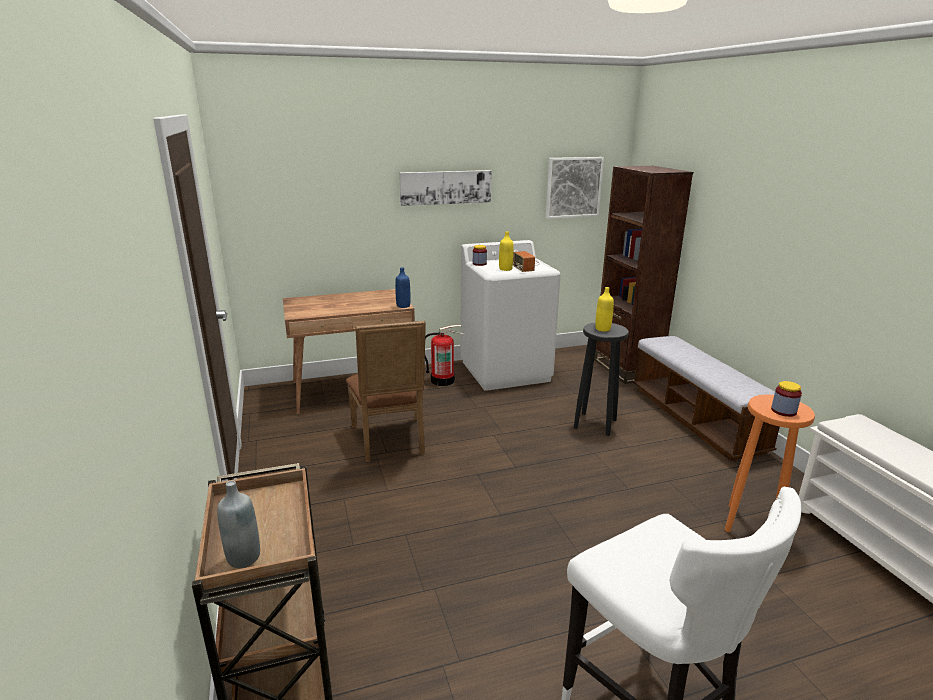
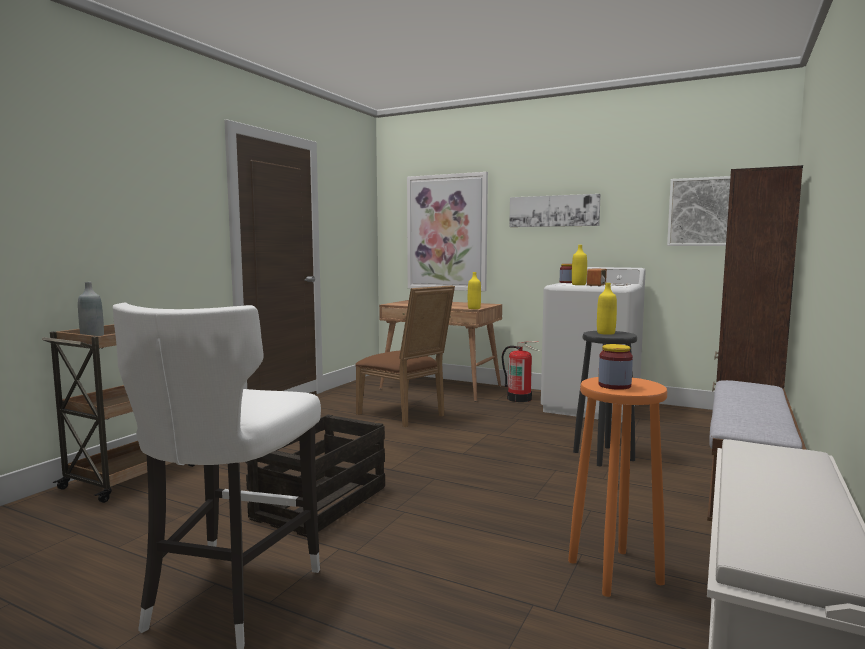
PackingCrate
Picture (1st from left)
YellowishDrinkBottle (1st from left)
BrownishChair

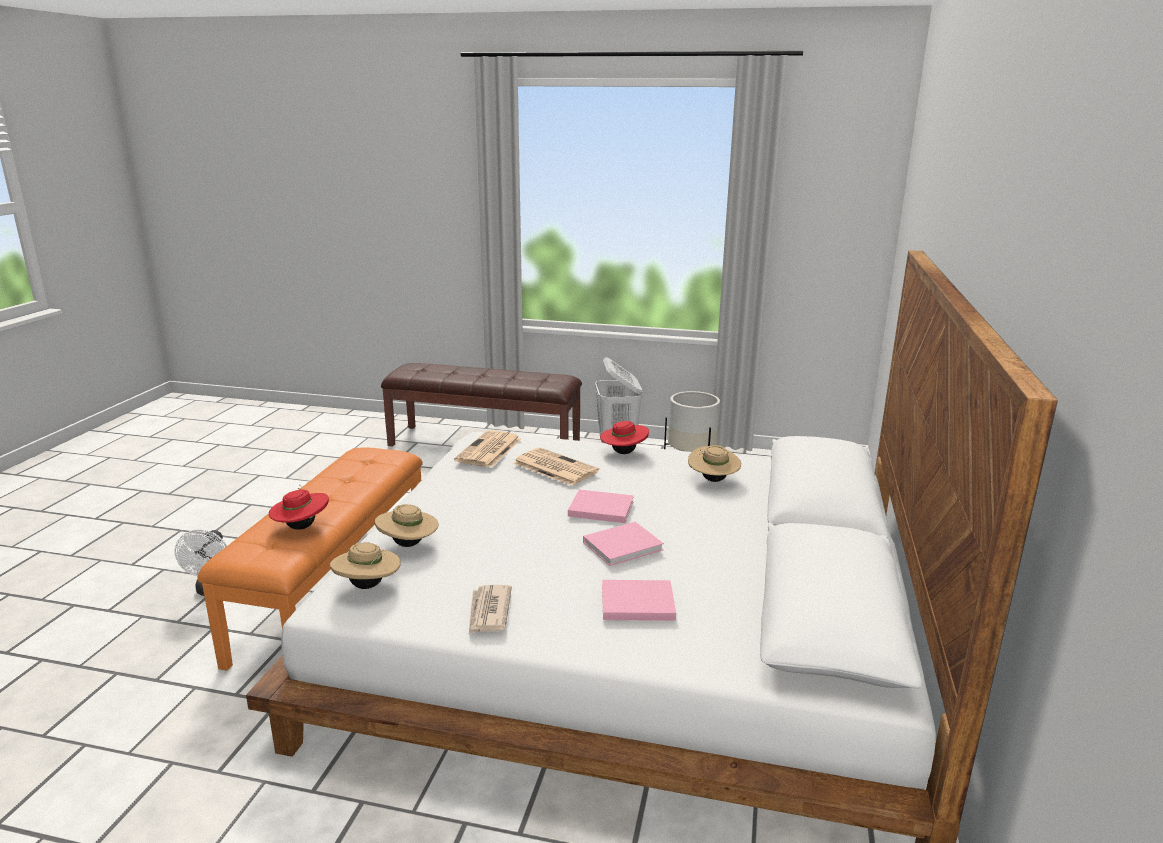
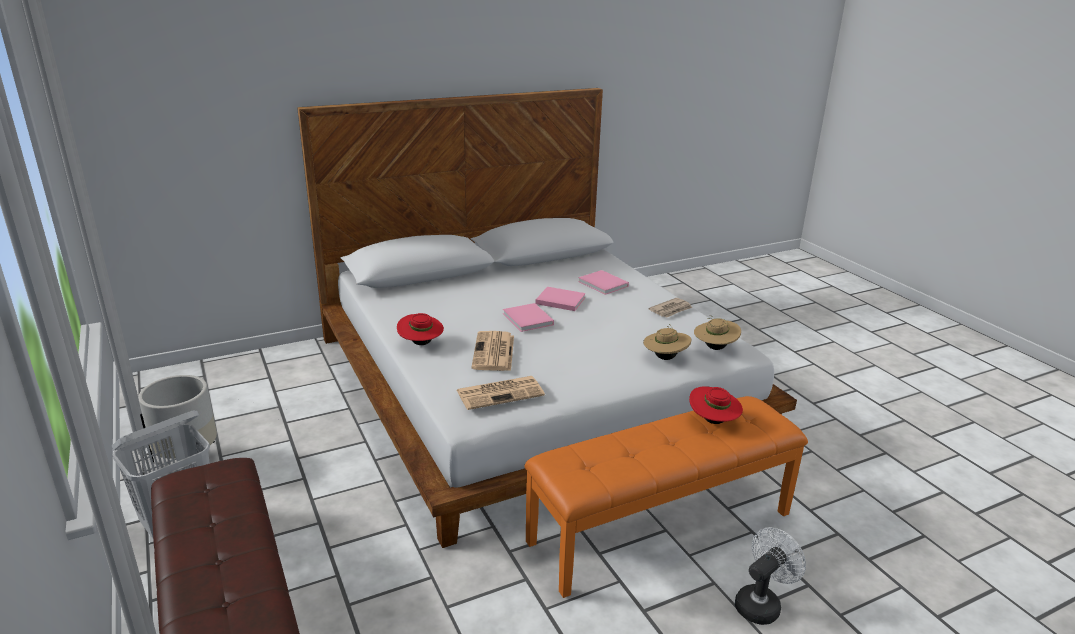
BeigeColouredHat (3rd from left in the first image)

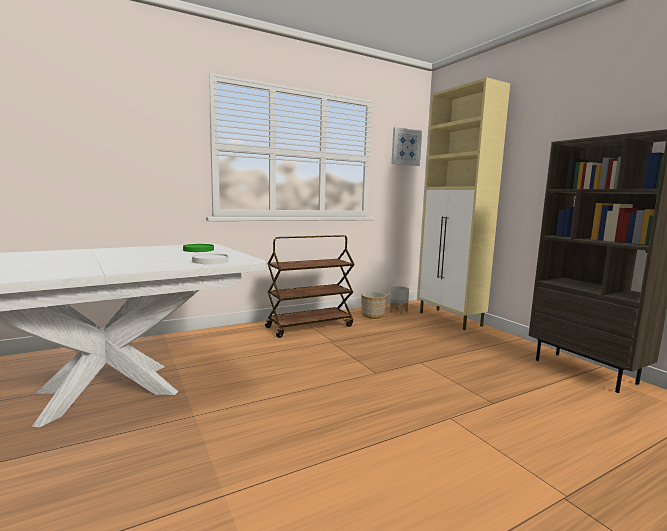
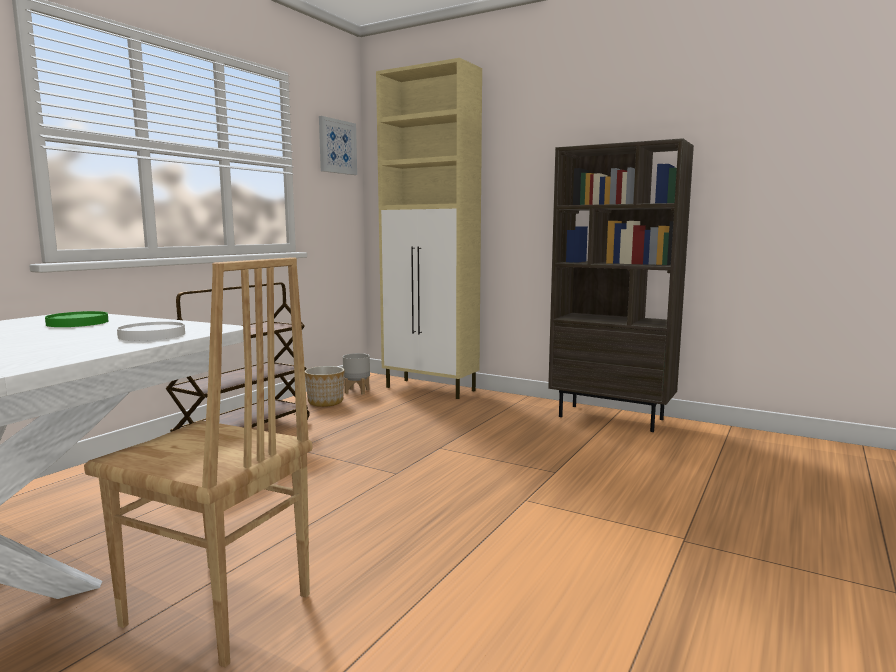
BrownishChair

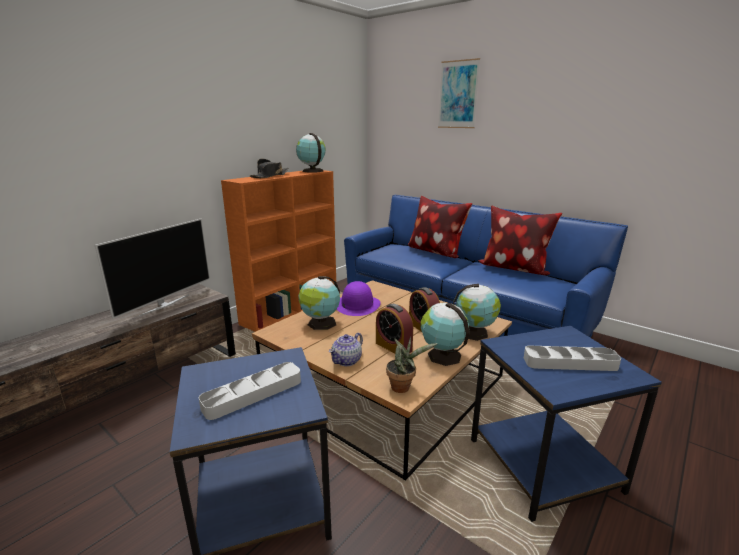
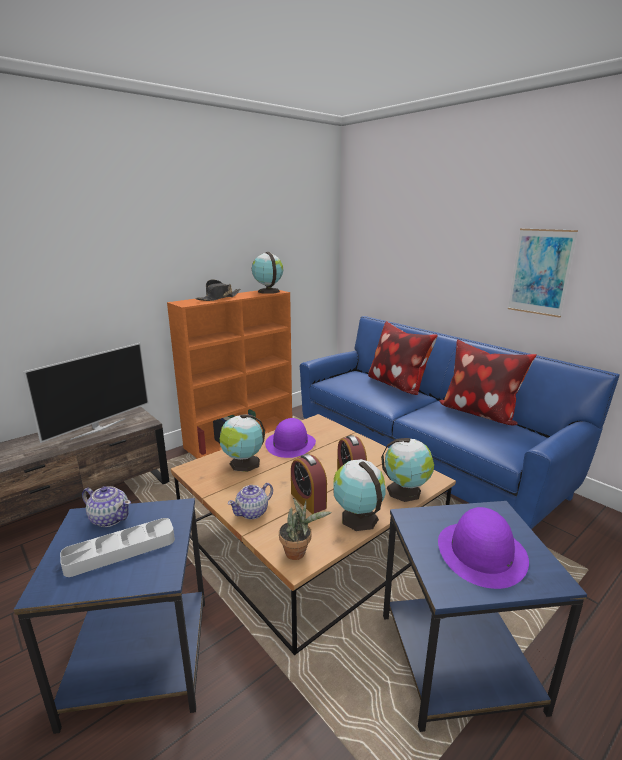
Teapot (1st from left)
Picture
PurplishHat (2nd from left)

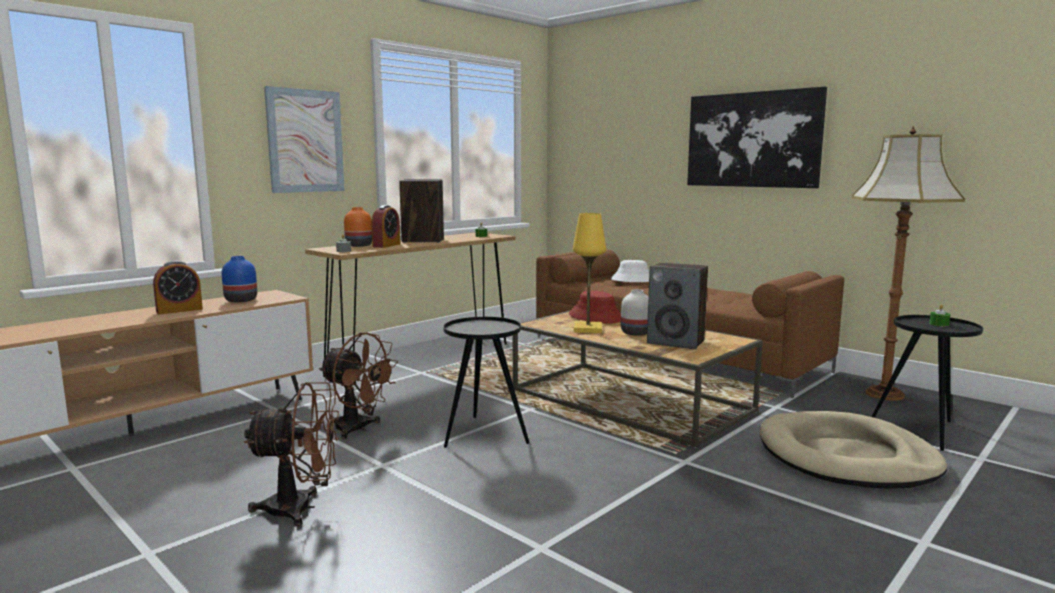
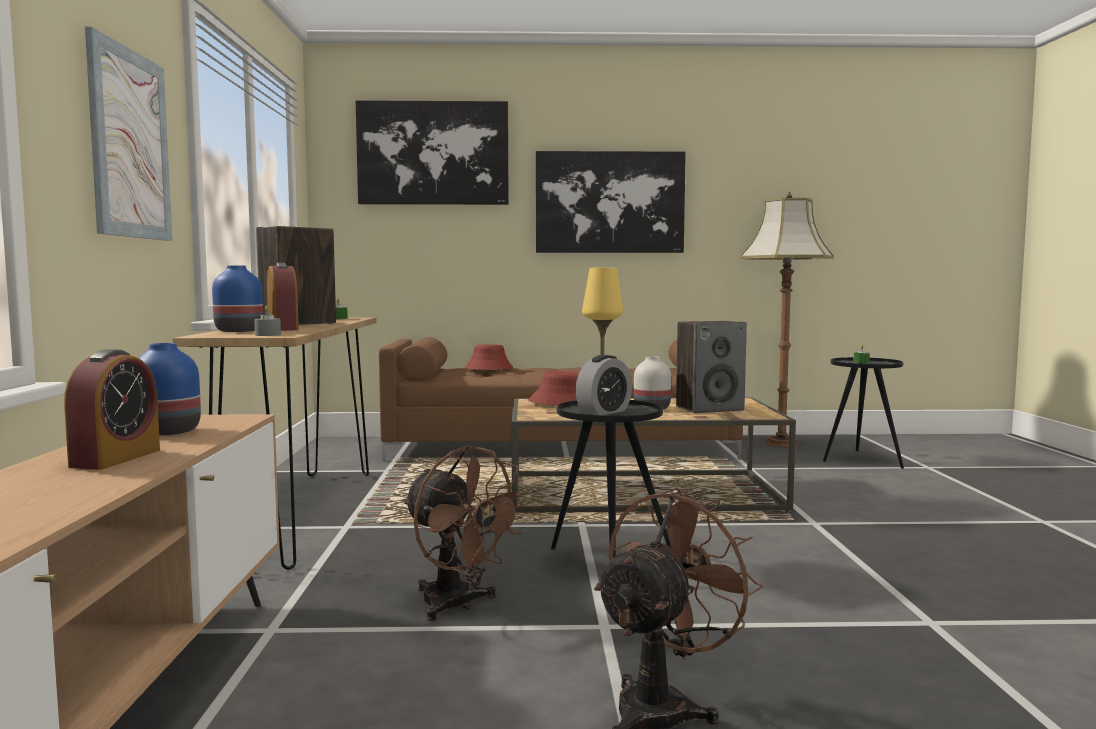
BeigeColouredDogBed
Picture (2nd from left)
TableClock (3rd from left)
BlueColouredVase (2nd from left)
RedHat (1st from left)
BrownishFan (1st from left)

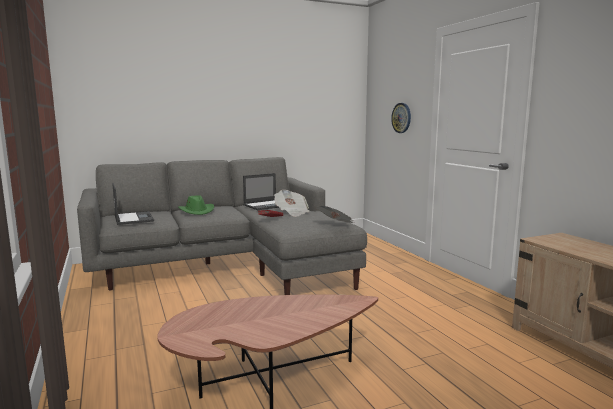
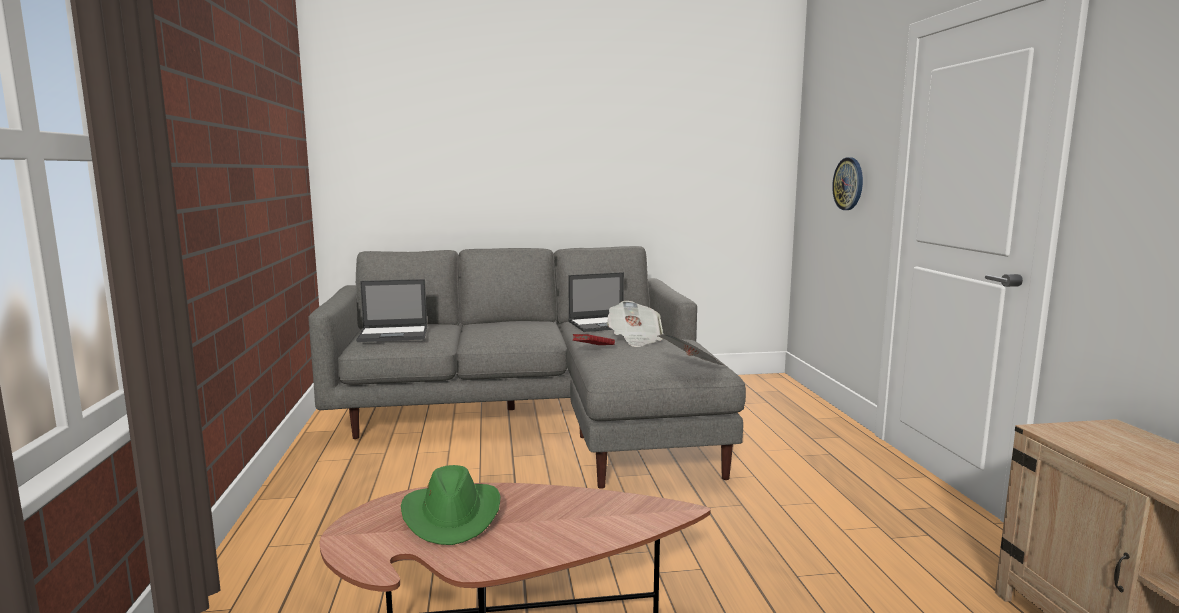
GreenishHat
NotebookComputer (1st from left)

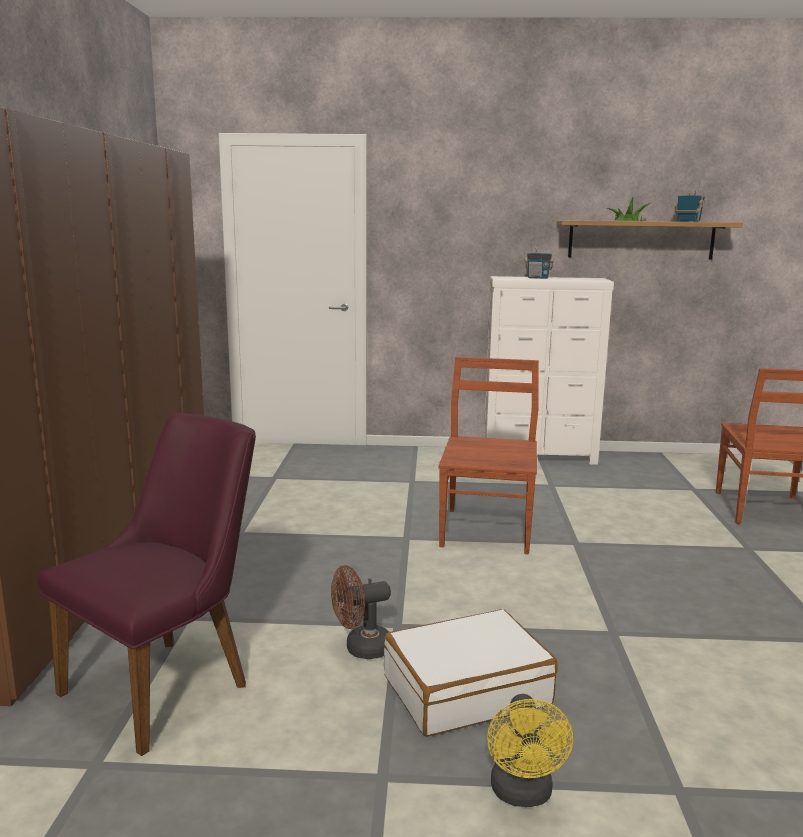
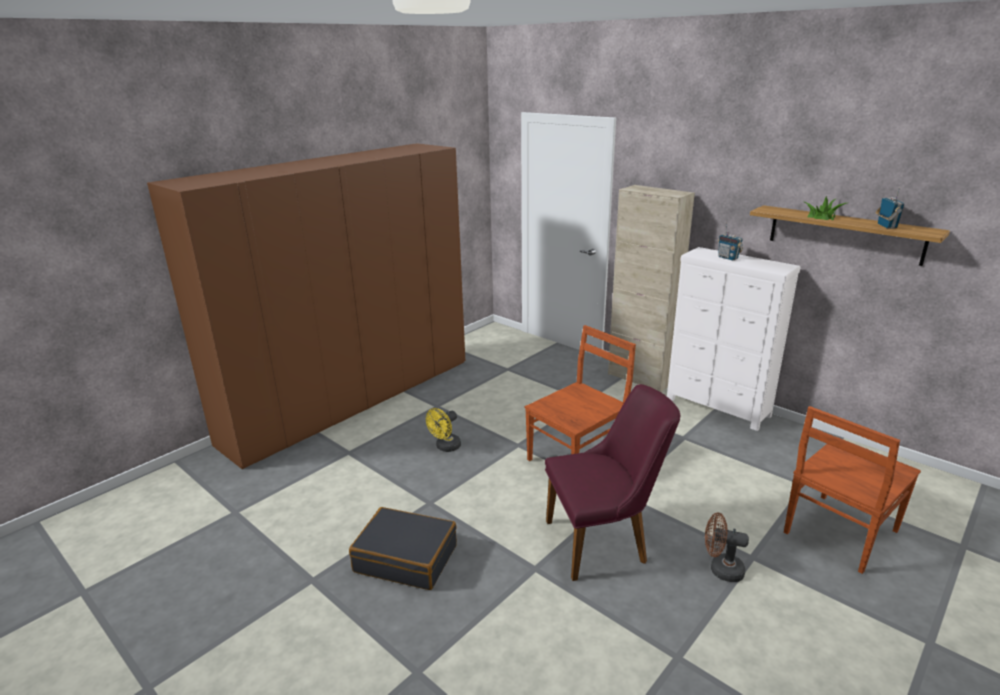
BeigeColouredCupboard
PurplishChair
BrownishFan
YellowishFan
BlackishPieceOfLuggage

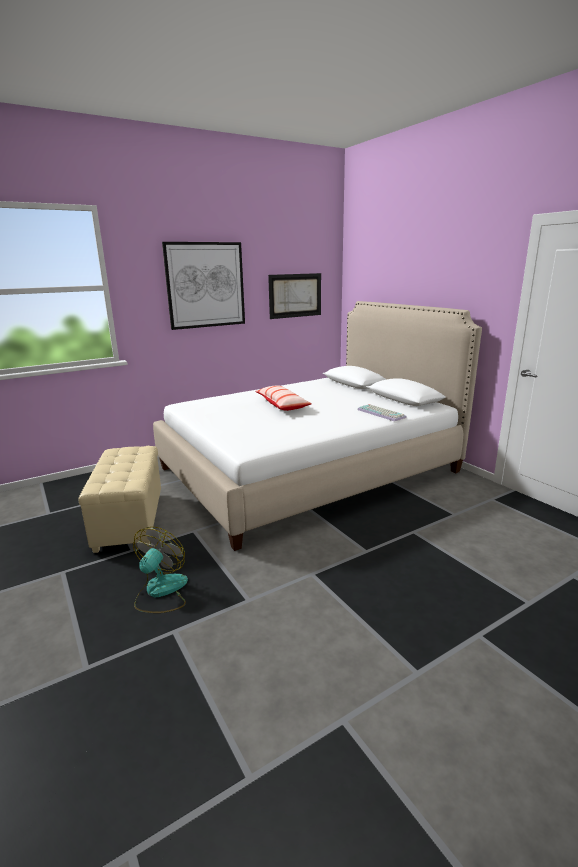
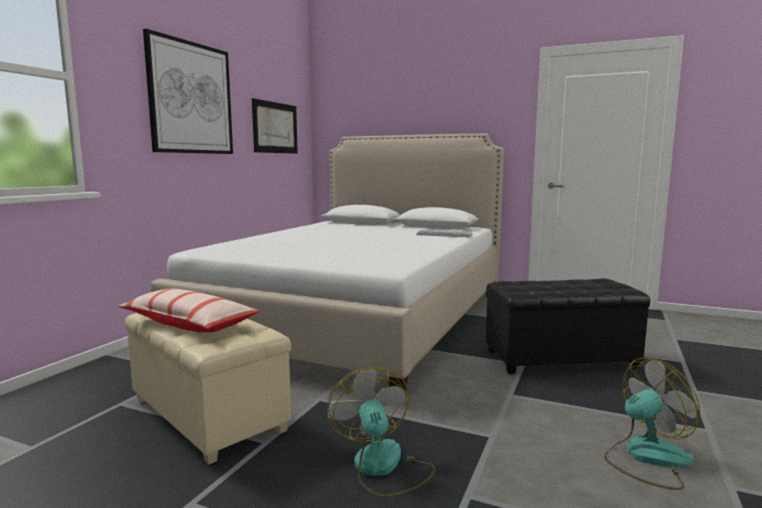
BlackishPouffe
Fan (2nd from left)
ThrowPillow

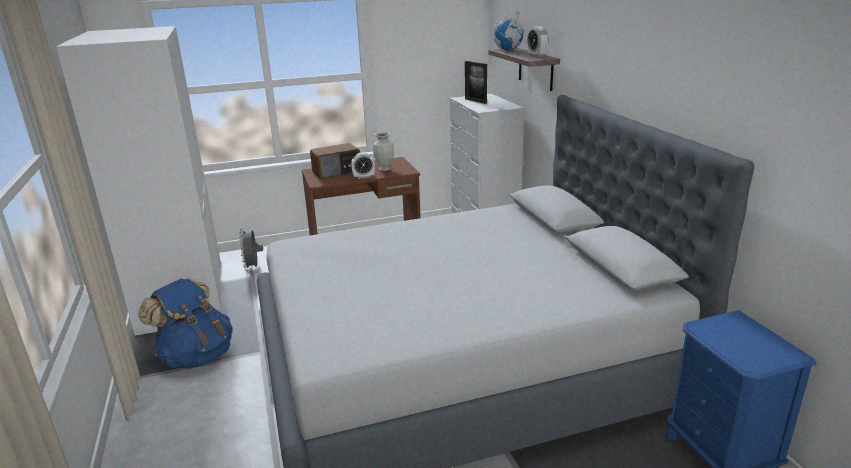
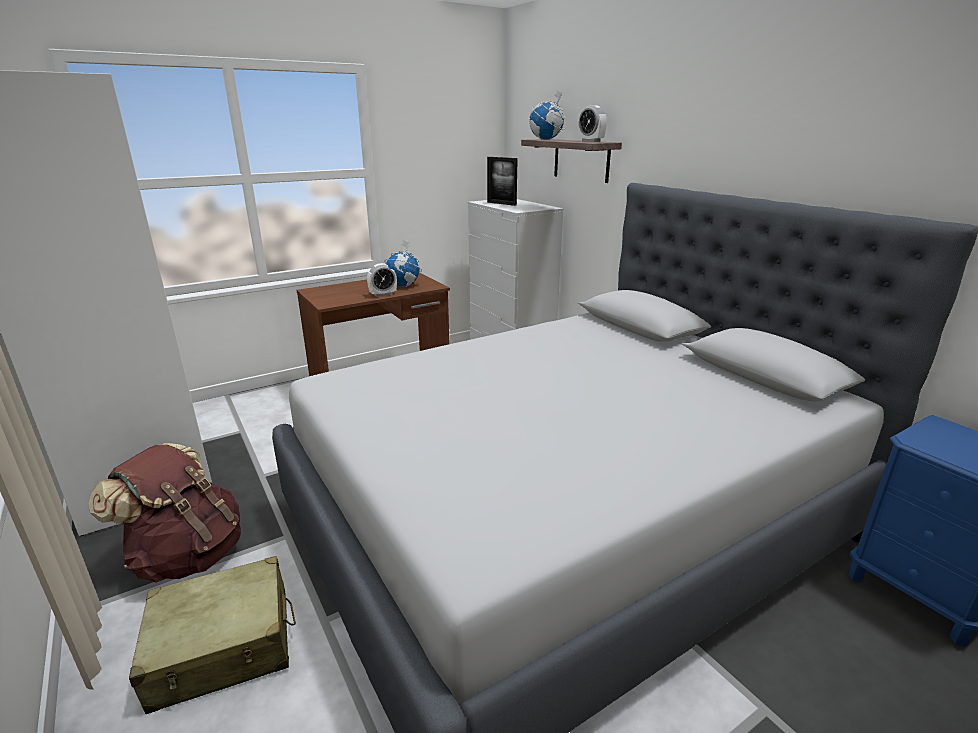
GreyFan
Radio
BeigeColouredPieceOfLuggage
WorldGlobe (1st from left)
BrownishKnapsack

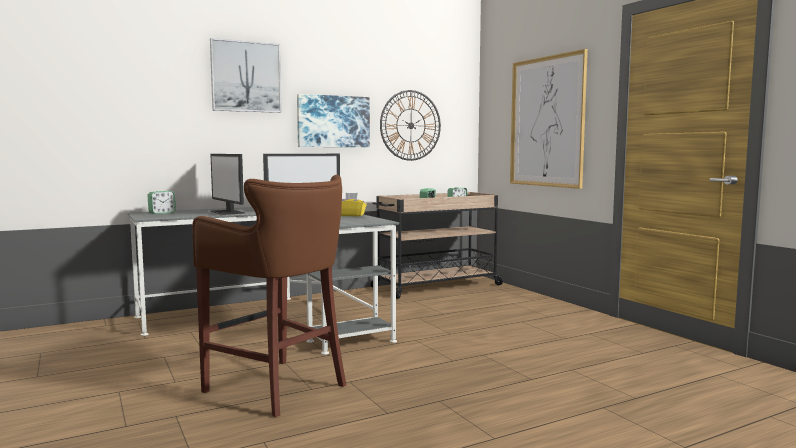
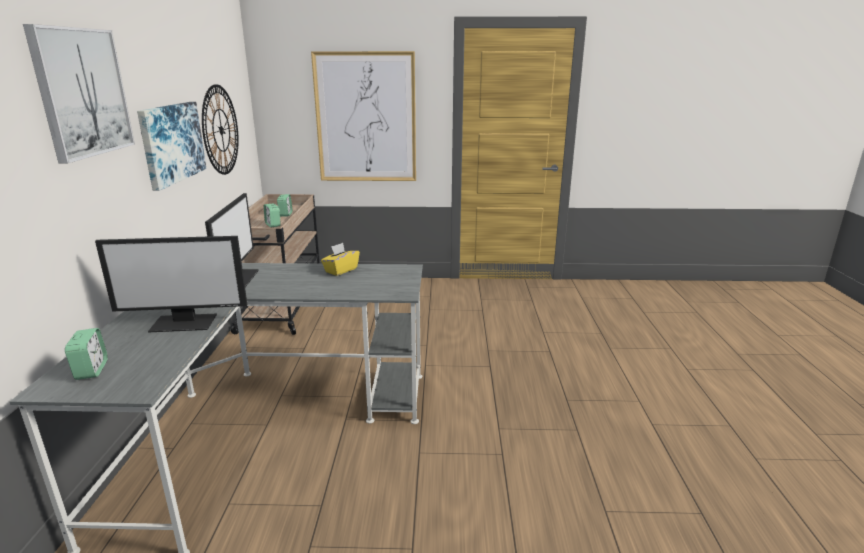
BrownishSittingStool

